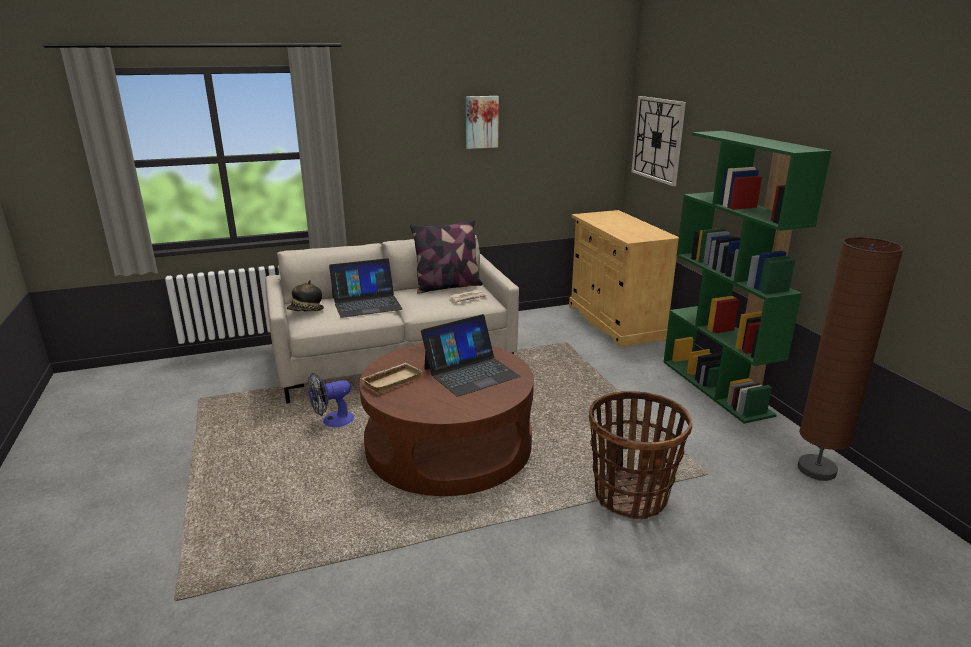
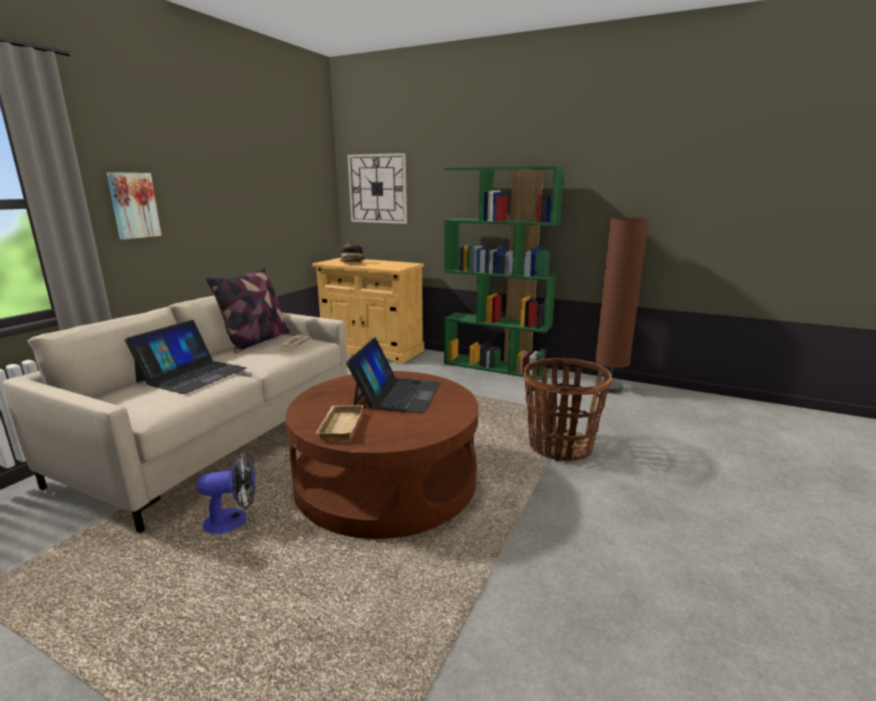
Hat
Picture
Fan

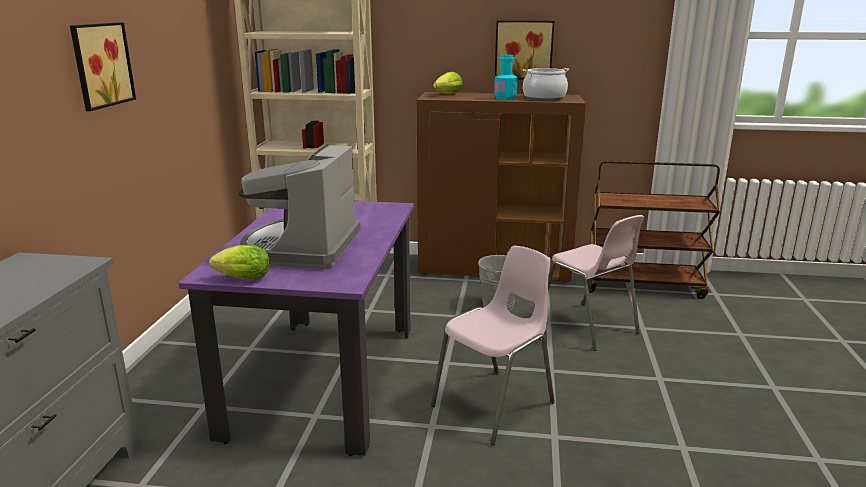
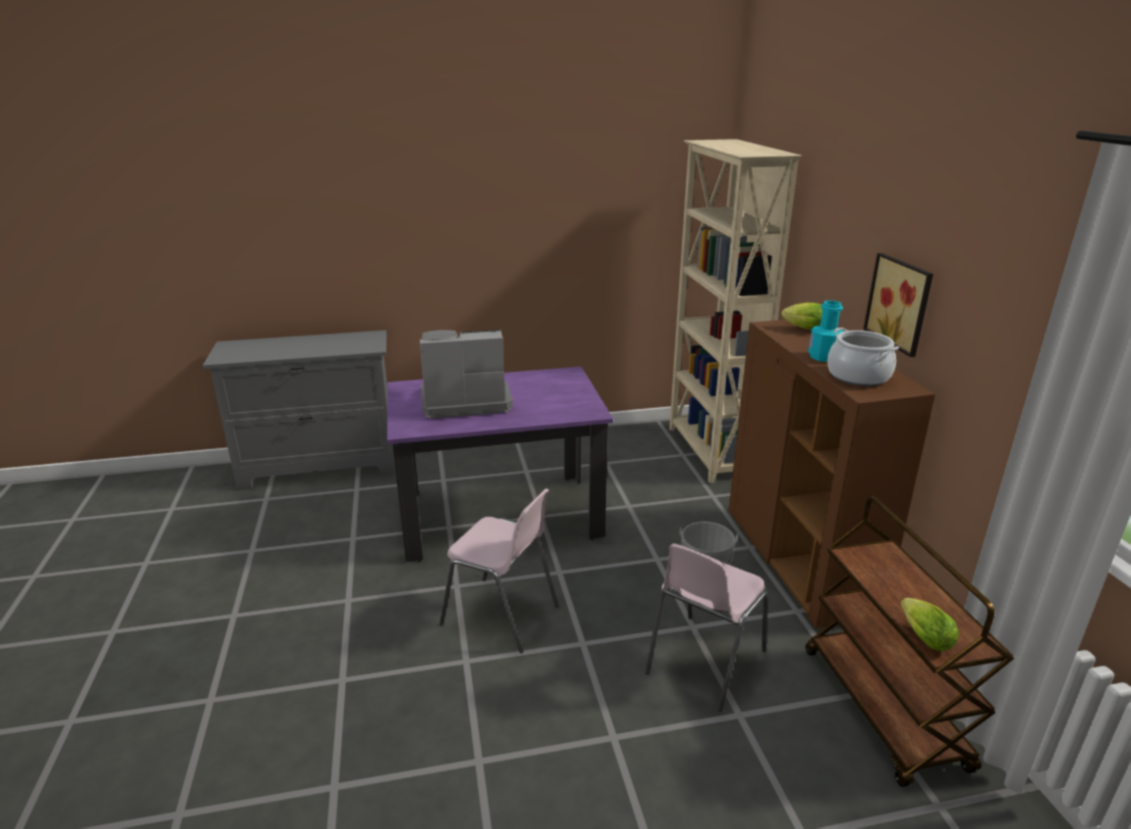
Picture (1st from left in the first image)
HeadOfLettuce (2nd from left)

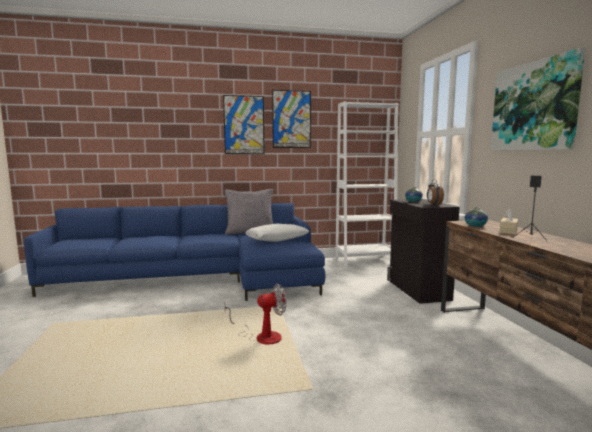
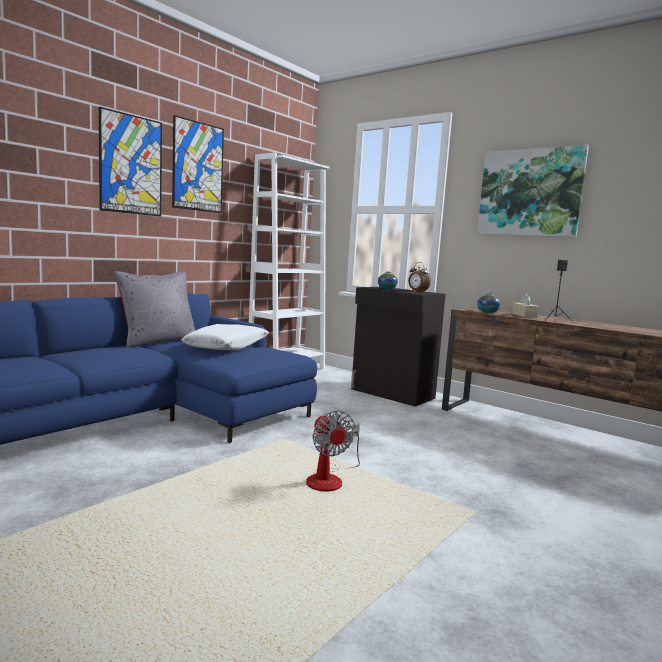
Fan

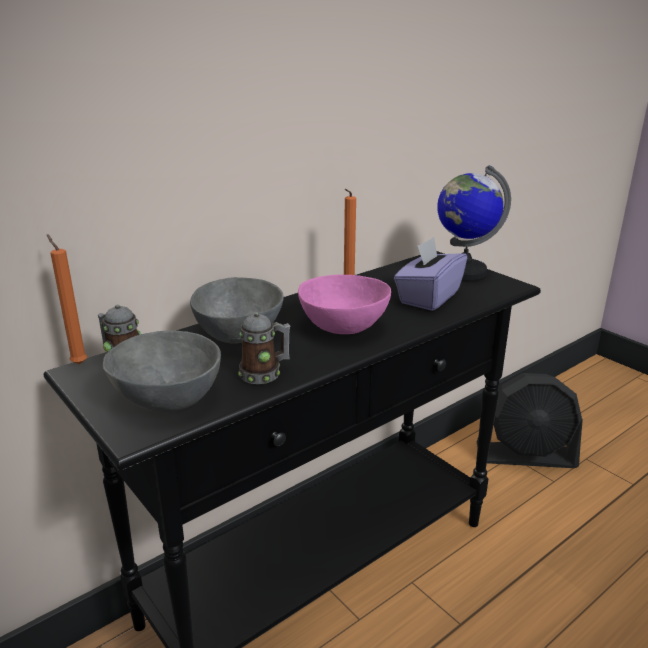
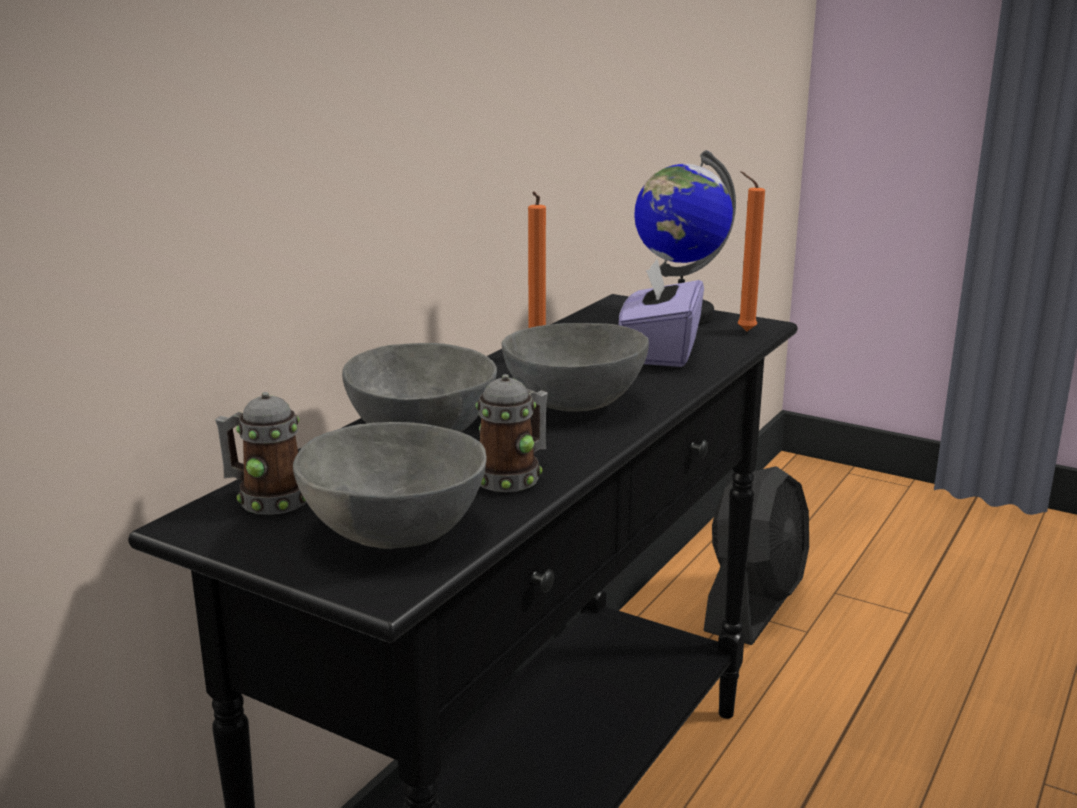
OrangeColouredWaxCandle (2nd from left)
GreyBowl (3rd from left)
BlackishFan

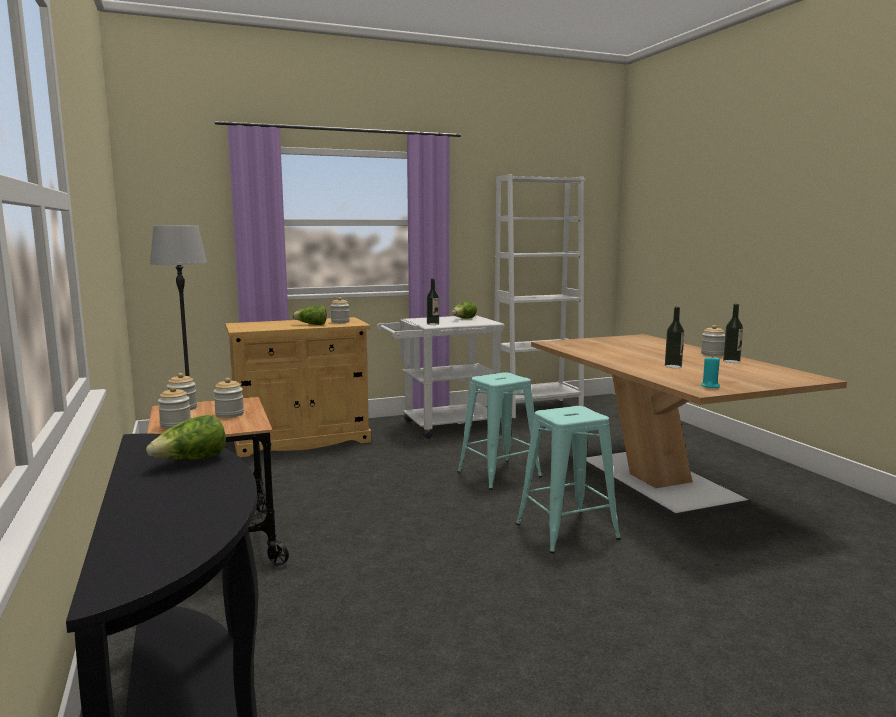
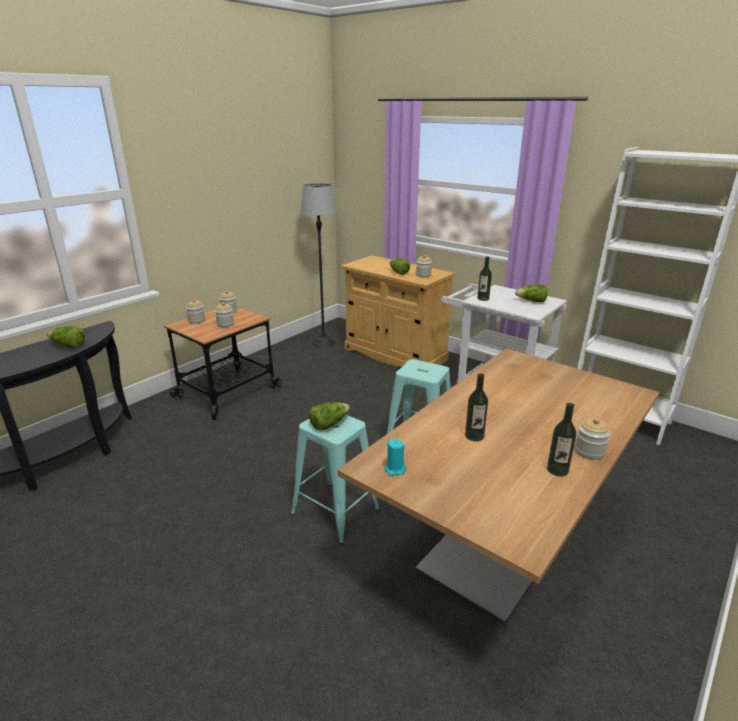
HeadOfLettuce (2nd from left)

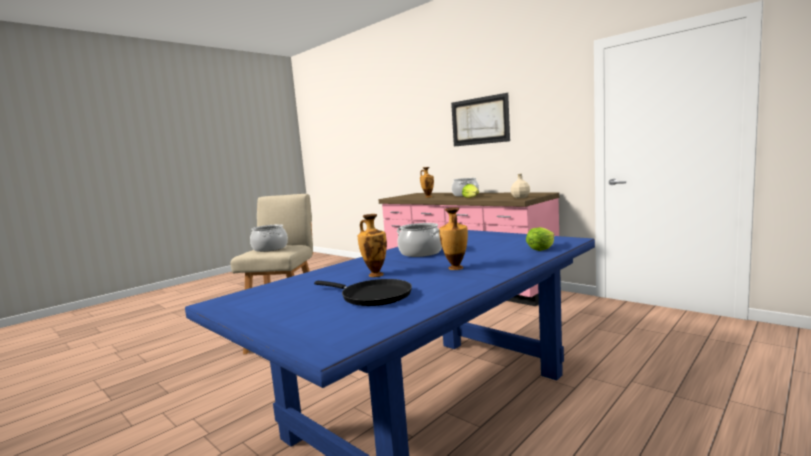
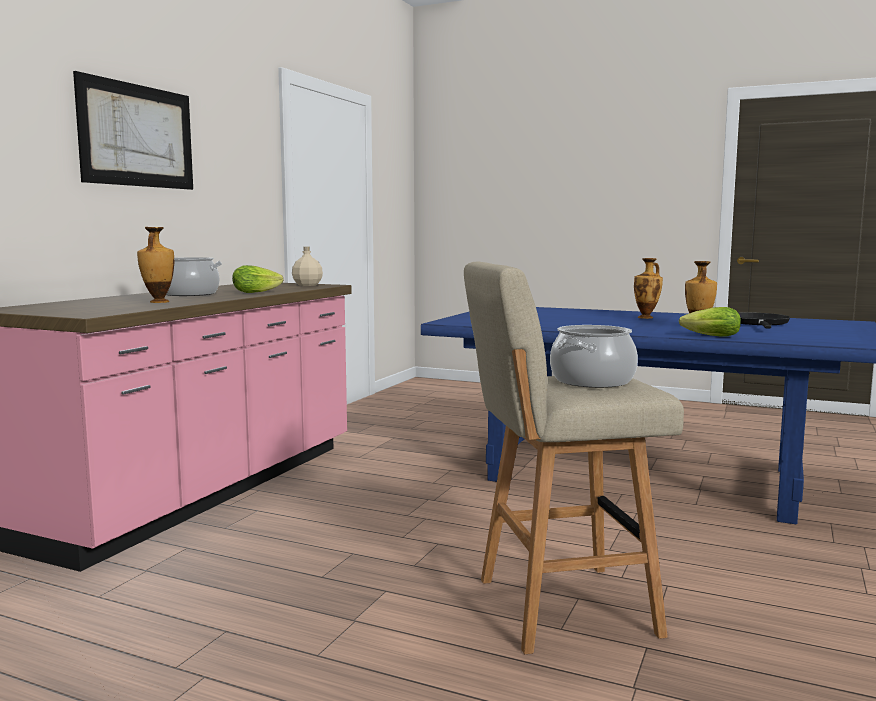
CookingPot (2nd from left in the first image)
HeadOfLettuce (2nd from left)

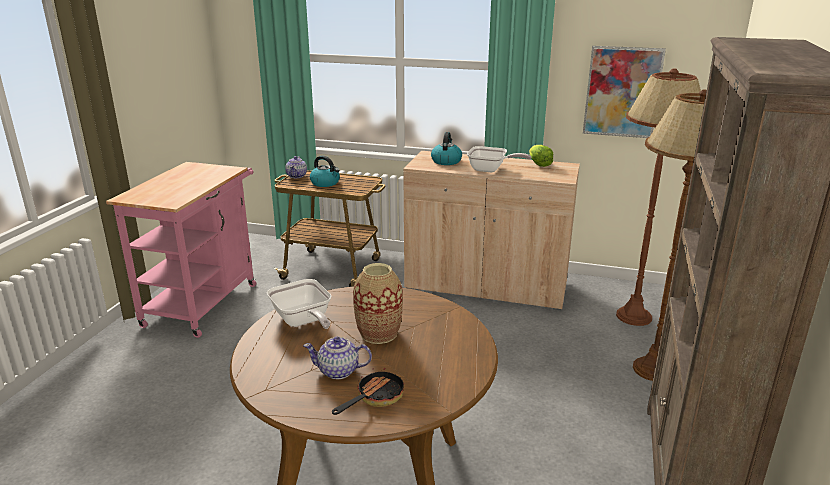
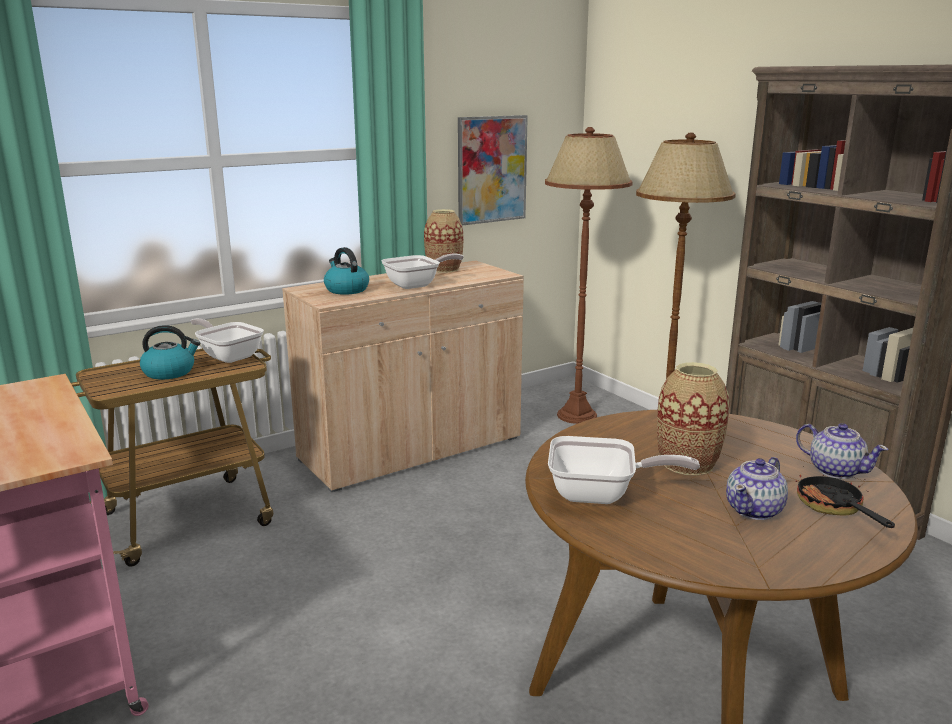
Pan (1st from left)
Teapot (2nd from left)
Vase (1st from left)

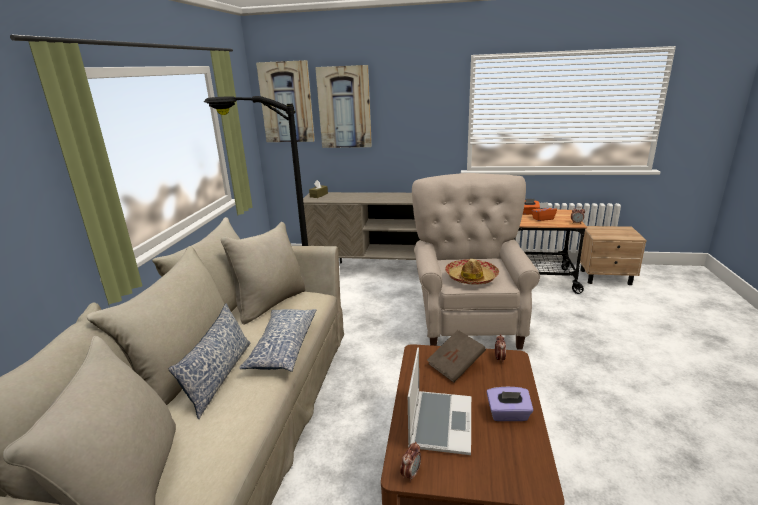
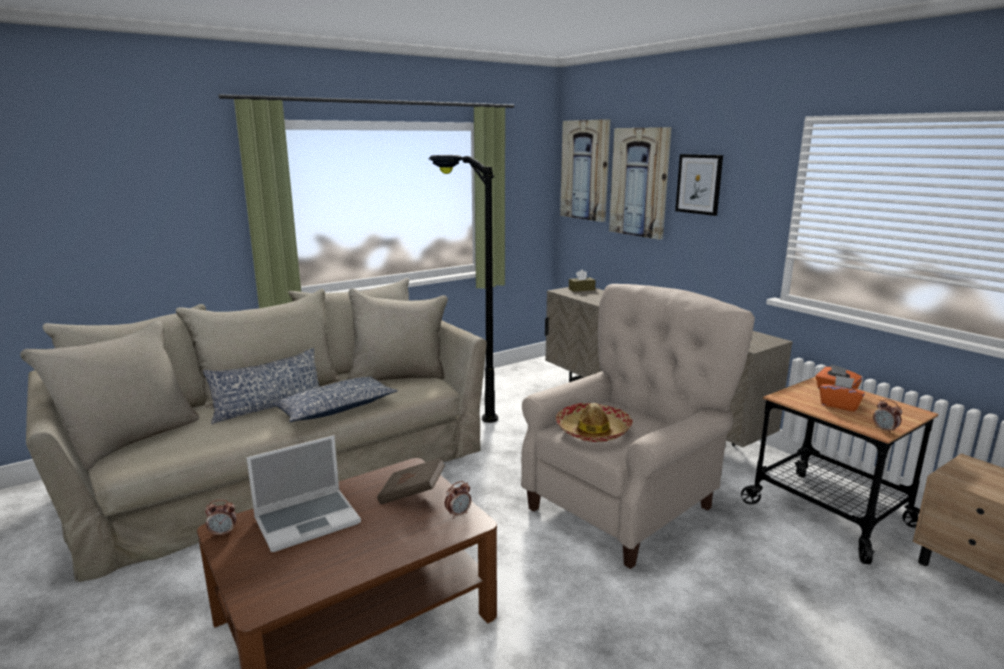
PurplishTissueBox
Picture (3rd from left)

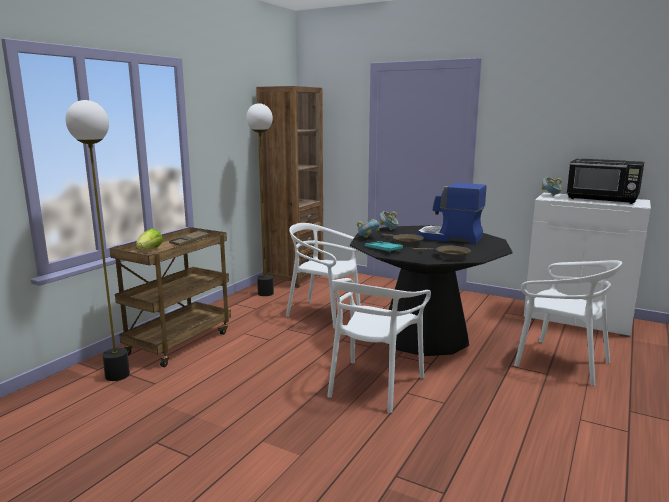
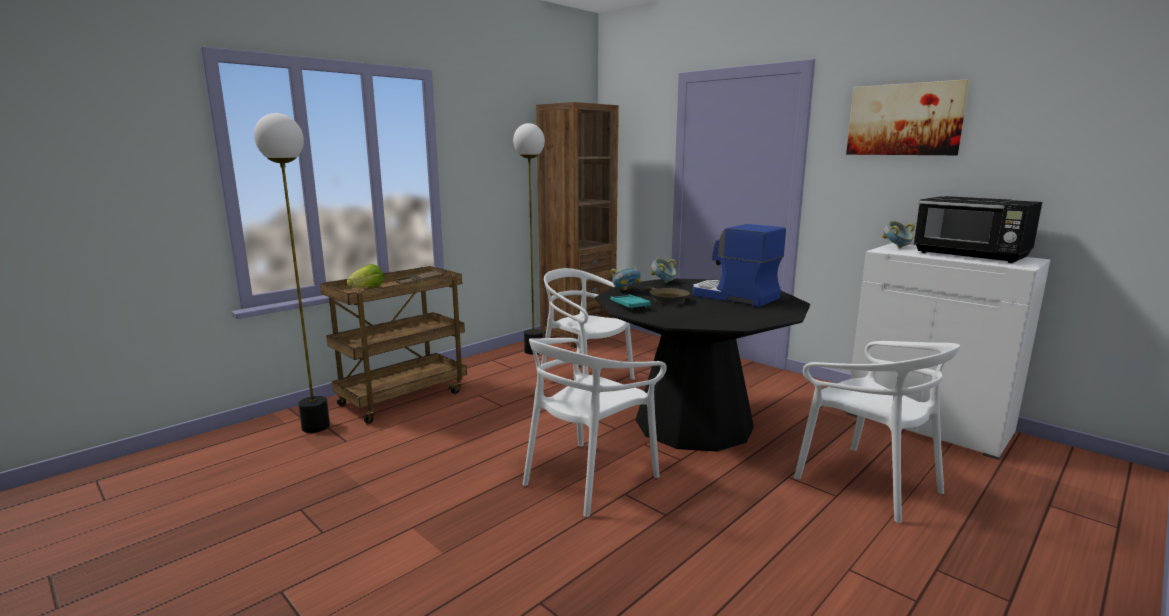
BrownishPan (2nd from left in the first image)
Picture

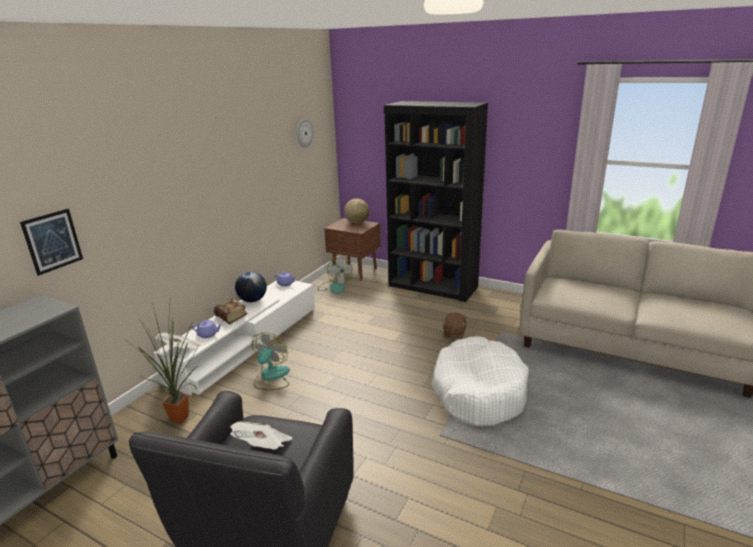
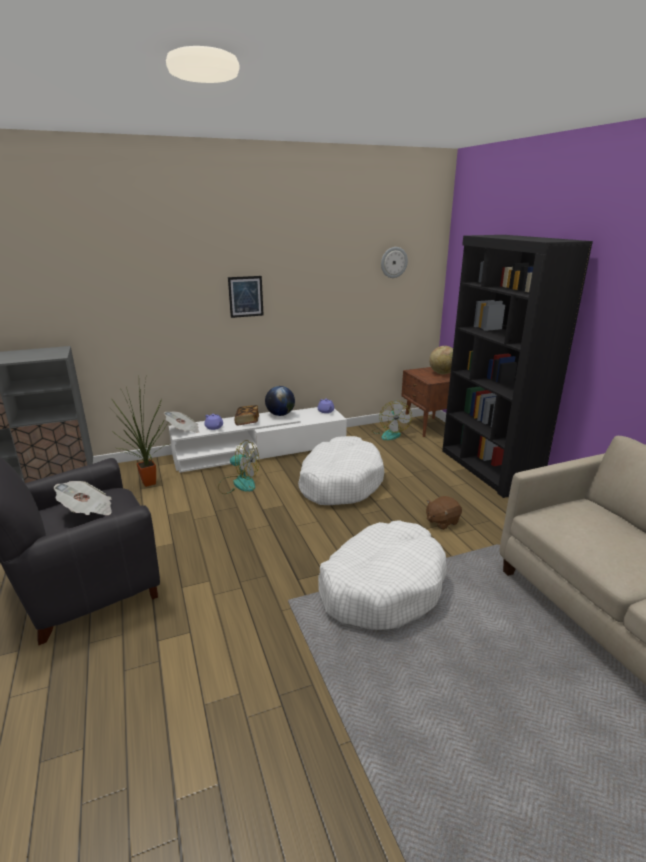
WhiteDogBed (1st from left)
Picture
Fan (1st from left)

